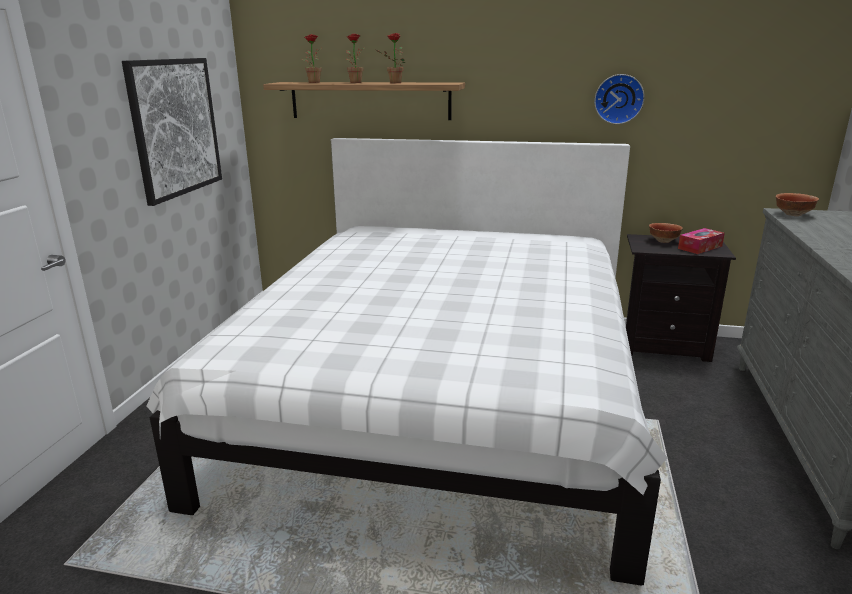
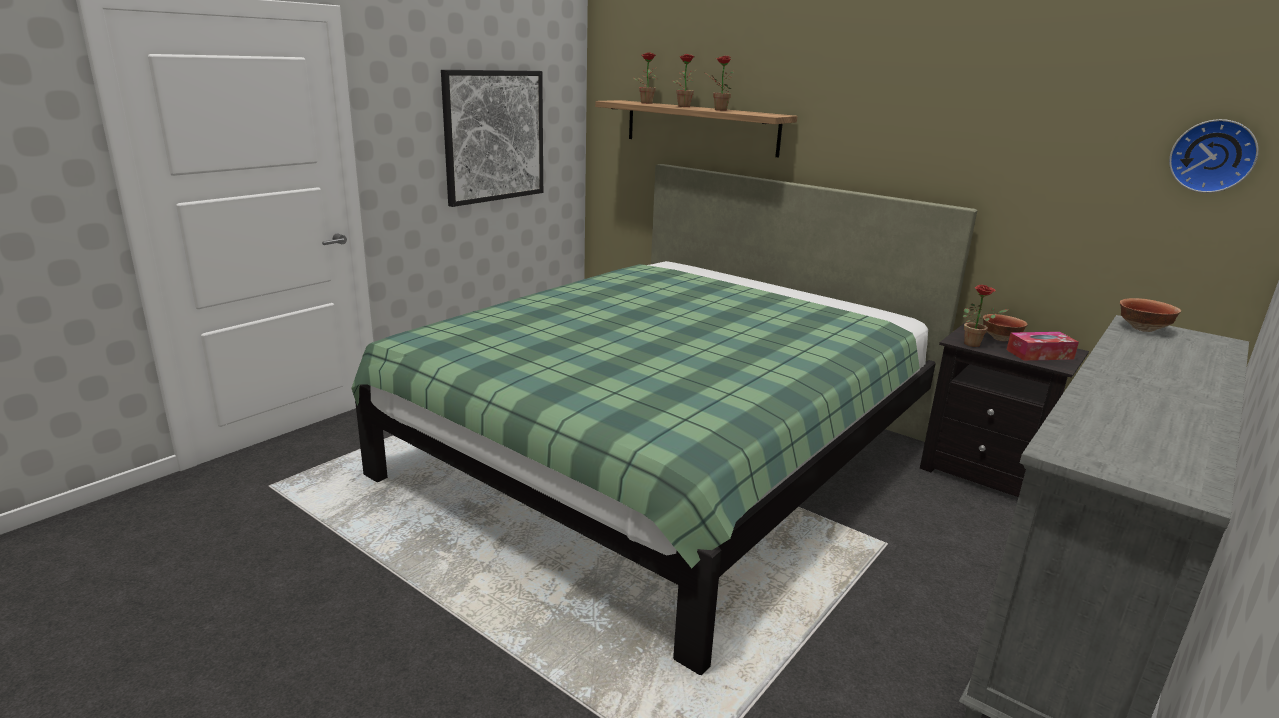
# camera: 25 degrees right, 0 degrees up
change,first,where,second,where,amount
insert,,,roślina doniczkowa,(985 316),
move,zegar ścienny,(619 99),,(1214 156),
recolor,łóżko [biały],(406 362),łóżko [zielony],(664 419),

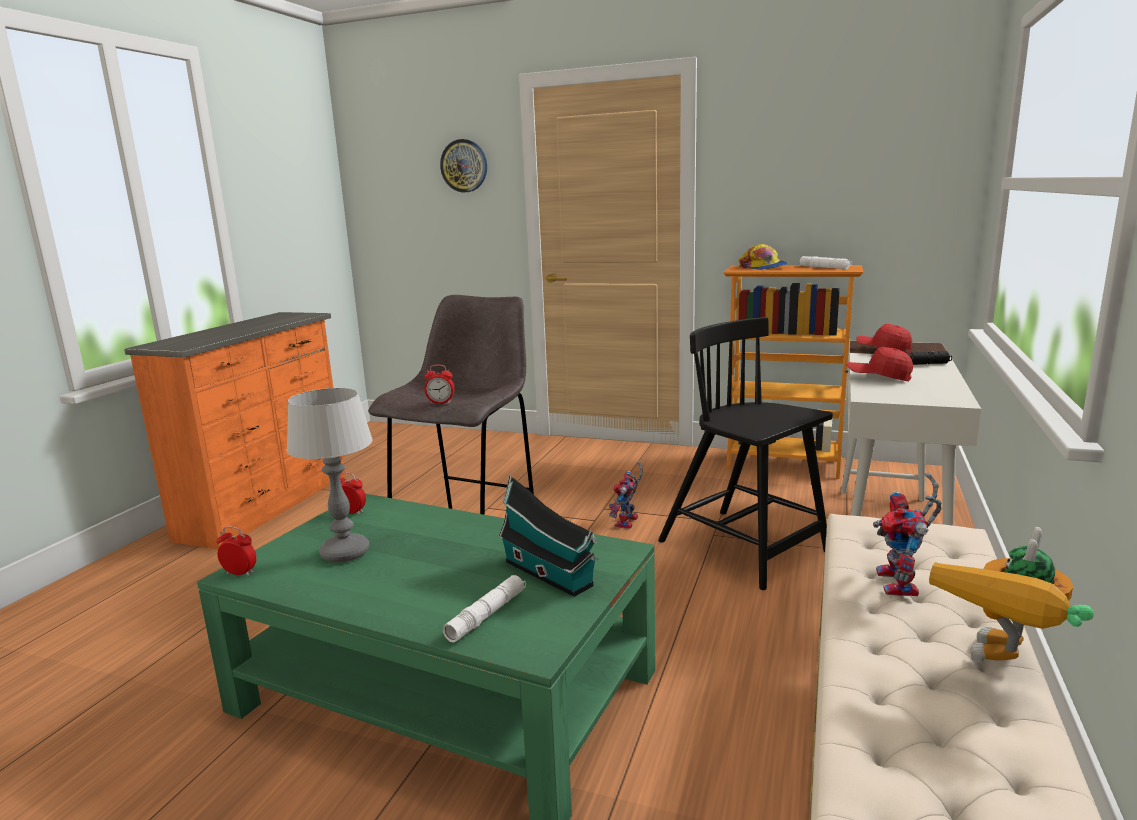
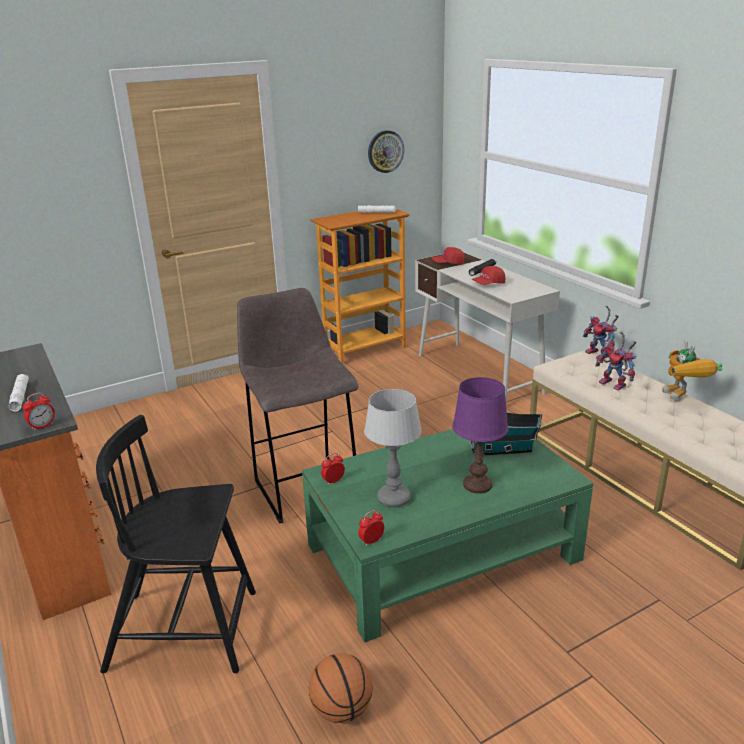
# camera: 50 degrees left, 10 degrees up
change,first,where,second,where,amount
delete,czapka z daszkiem,(763 257),,,
insert,,,piłka do koszykówki,(341 688),
insert,,,lampa stołowa [fioletowy],(480 435),
move,budzik,(439 384),,(39 412),
move,zegar ścienny,(463 165),,(386 151),
move,latarka [biały],(484 609),,(19 393),
move,robot zabawkowy,(626 494),,(601 332),
move,krzesło [czarny],(745 453),,(176 544),

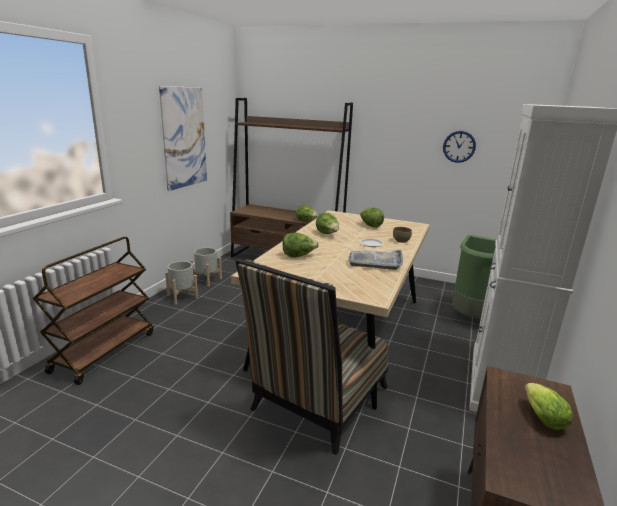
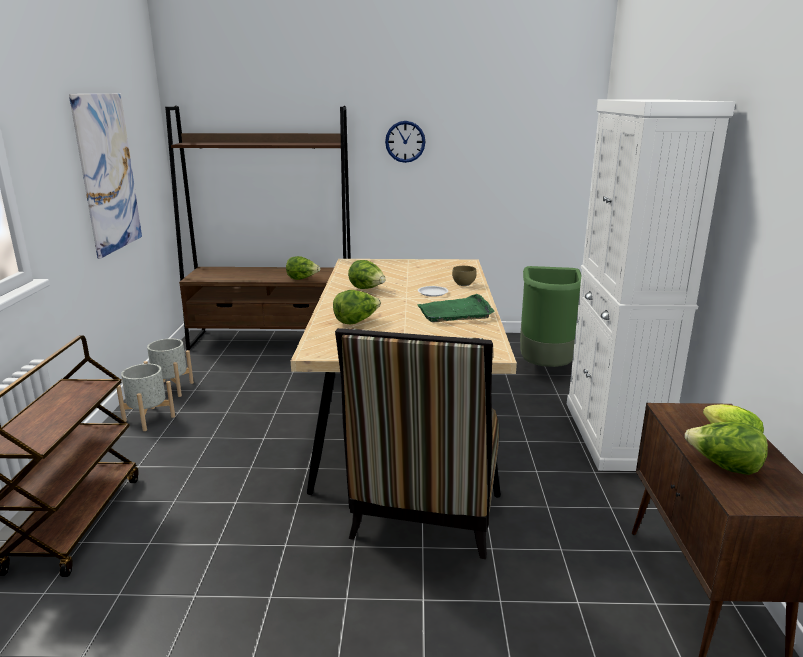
# camera: 20 degrees left, 0 degrees up
change,first,where,second,where,amount
move,sałata,(372 217),,(726 448),
move,zegar ścienny,(459 147),,(405 142),
recolor,taca [szary],(375 260),taca [zielony],(455 308),

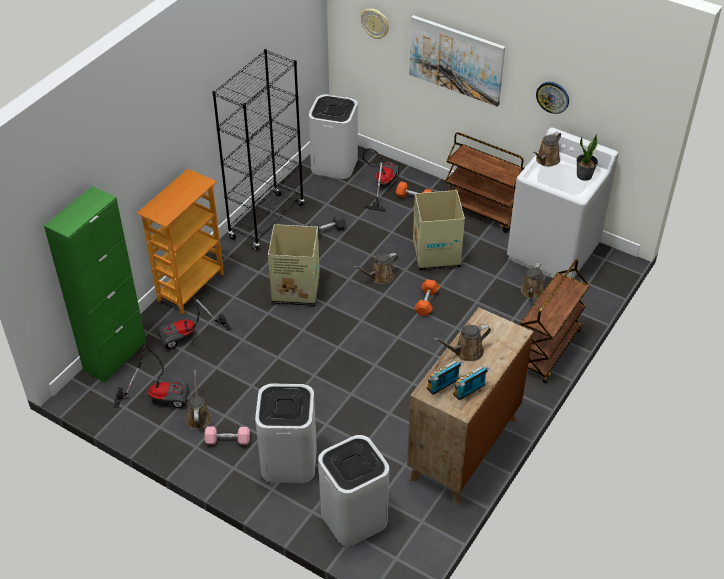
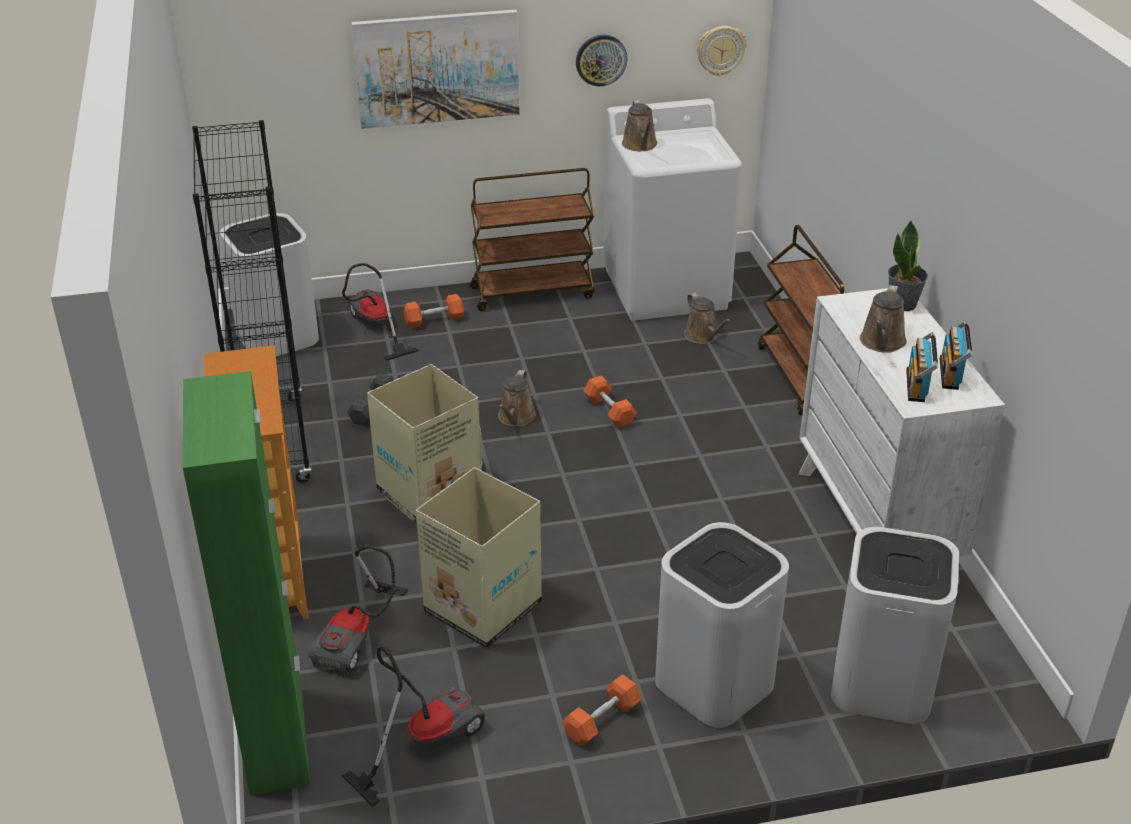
# camera: 45 degrees left, 10 degrees down
change,first,where,second,where,amount
delete,konewka [brązowy],(198 399),,,
move,zegar ścienny,(375 24),,(722 51),
move,karton,(439 230),,(479 558),
move,roślina doniczkowa,(587 157),,(908 266),
recolor,hantel [różowy],(227 436),hantel [pomarańczowy],(602 710),
recolor,komoda [brązowy],(470 407),komoda [biały],(902 436),

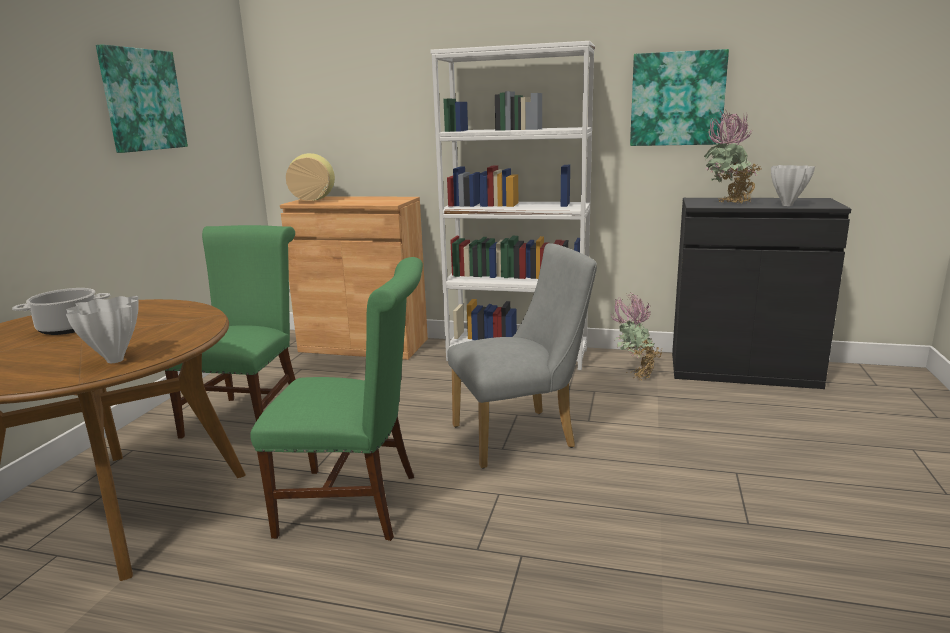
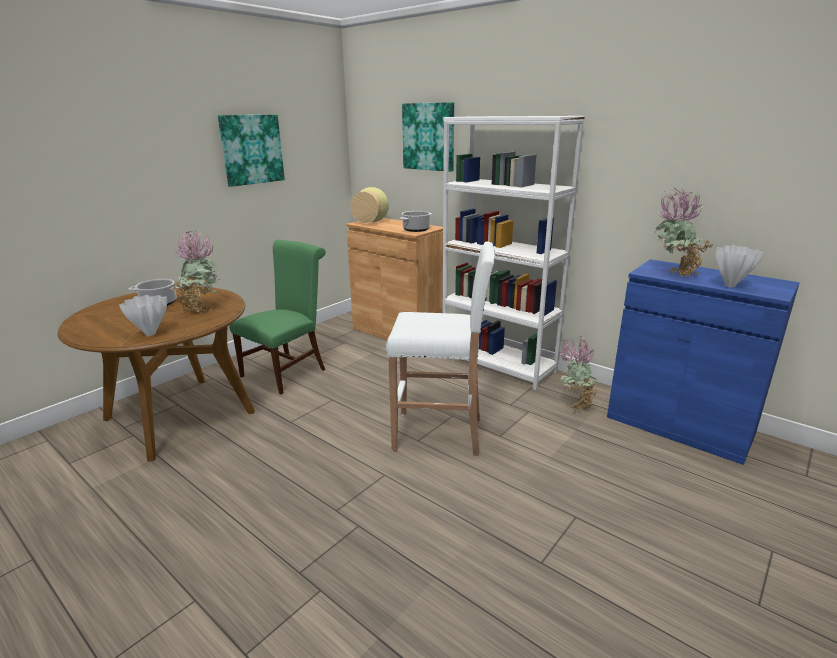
# camera: 25 degrees right, 5 degrees up
change,first,where,second,where,amount
delete,krzesło [zielony],(336 399),,,
insert,,,roślina doniczkowa,(195 272),
insert,,,garnek,(415 221),
move,obraz,(679 97),,(428 137),
replace,krzesło [szary],(522 356),stołek [biały],(440 348),
recolor,szafka [czarny],(761 293),szafka [niebieski],(703 362),

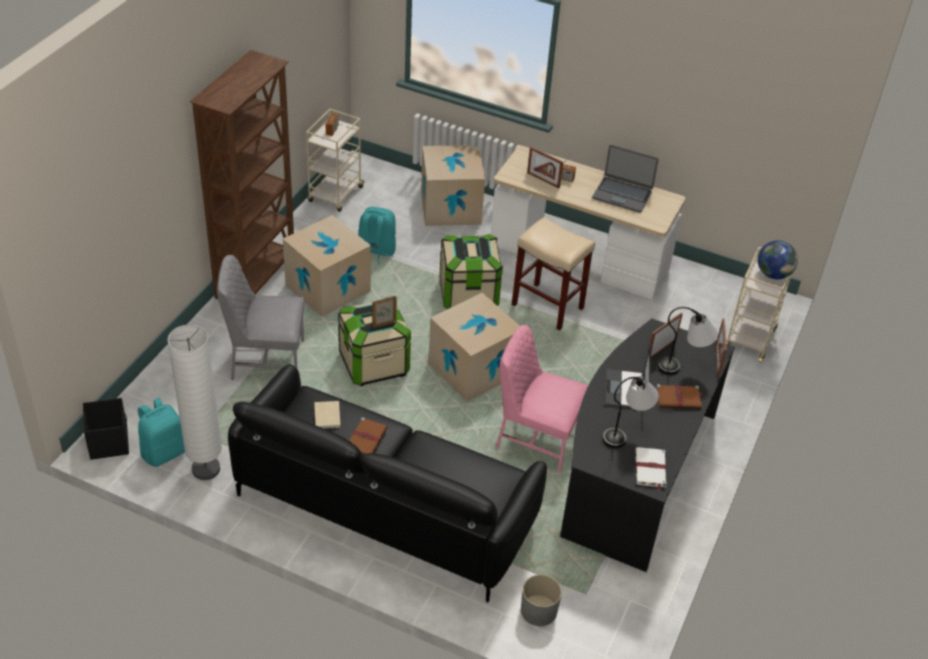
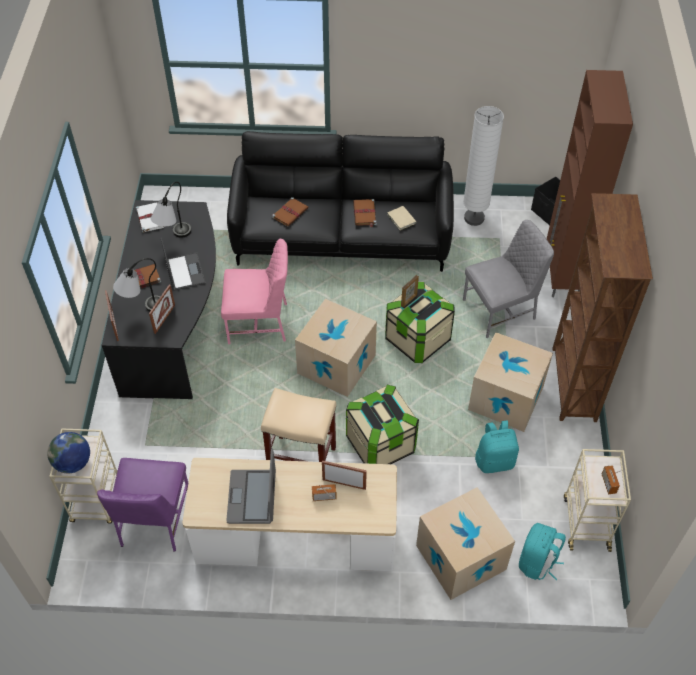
# camera: 160 degrees right, 10 degrees up
change,first,where,second,where,amount
delete,donica [szary],(541 600),,,
insert,,,krzesło [fioletowy],(142 505),
insert,,,książka [brązowy],(290 212),
insert,,,szafka [brązowy],(590 183),
move,plecak [turkusowy],(161 432),,(542 551),
rotate,laptop,(625 179),,(251 486),90 degrees counterclockwise

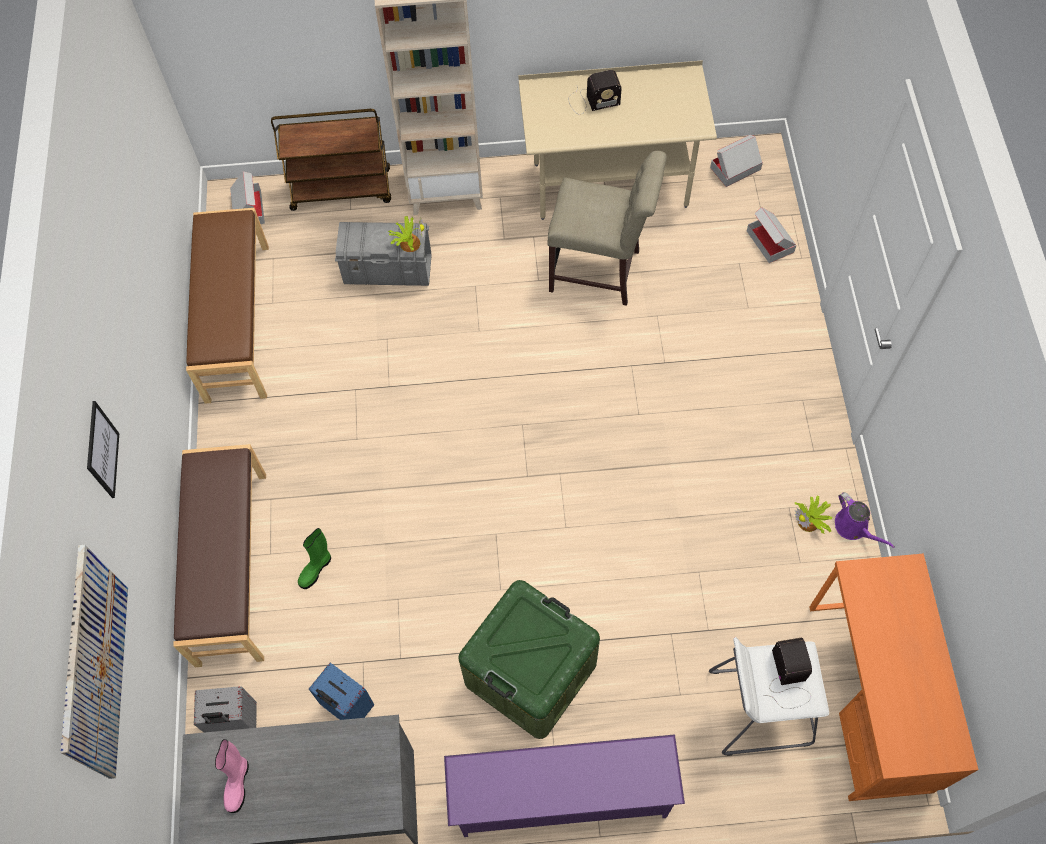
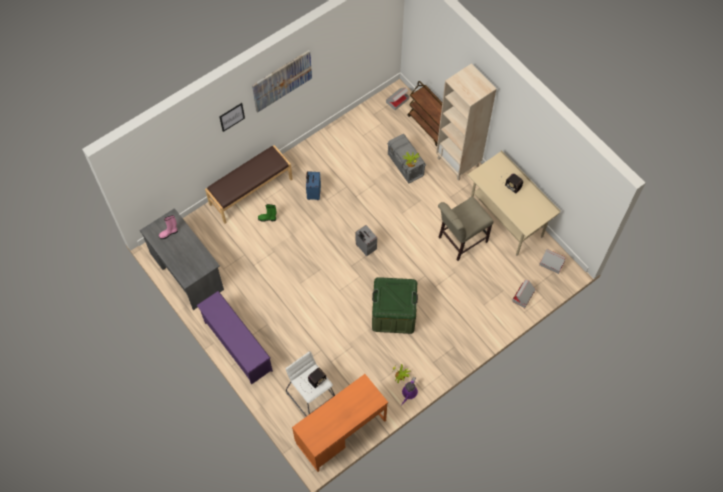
# camera: 55 degrees right, 0 degrees up
change,first,where,second,where,amount
delete,ławka [brązowy],(227 306),,,
move,obraz,(94 662),,(282 81),
move,walizka [szary],(225 709),,(366 240),
move,walizka [niebieski],(341 691),,(313 185),
move,pojemnik do przechowywania [zielony],(529 659),,(395 305),
rotate,krzesło [beżowy],(607 228),,(466 228),75 degrees clockwise

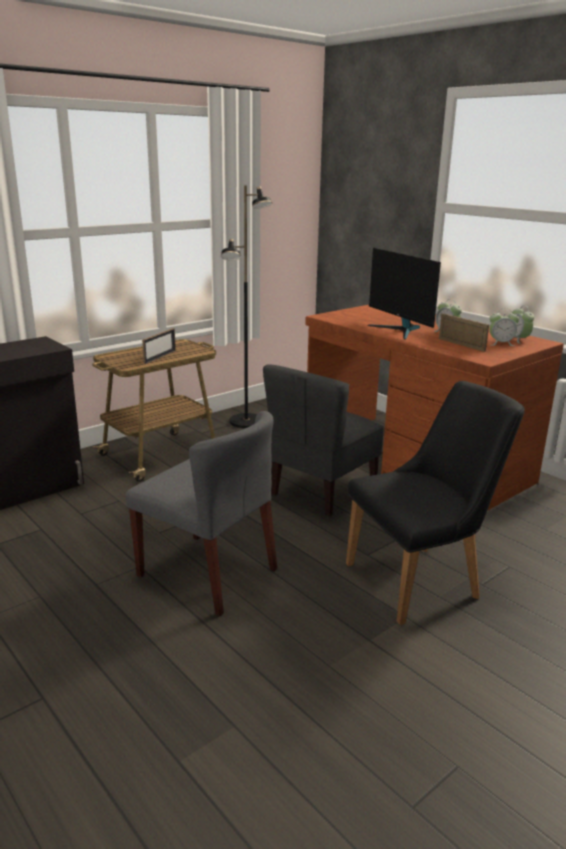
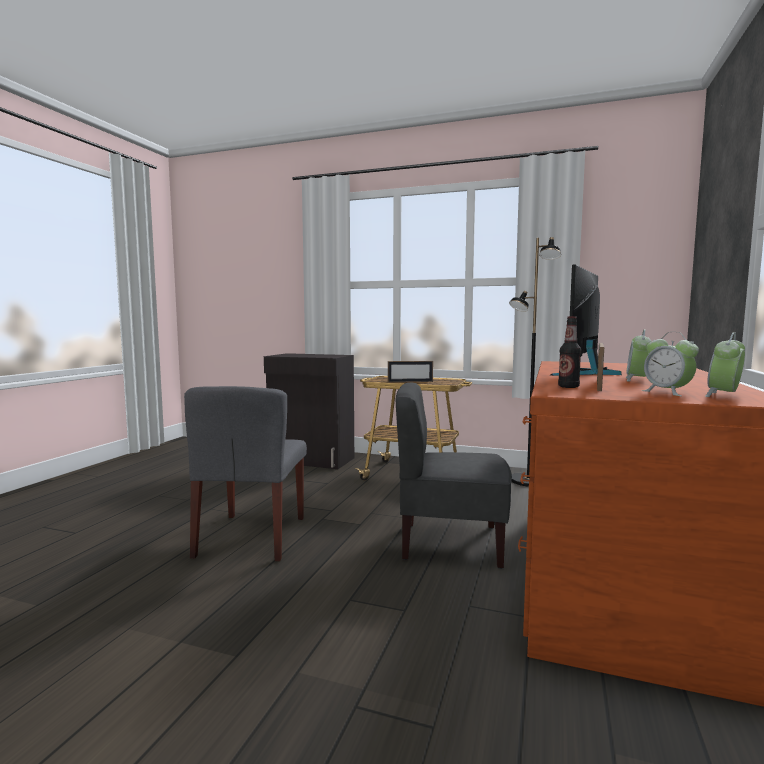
# camera: 60 degrees right, 15 degrees down
change,first,where,second,where,amount
delete,krzesło [czarny],(435 503),,,
insert,,,butelka,(569 352),

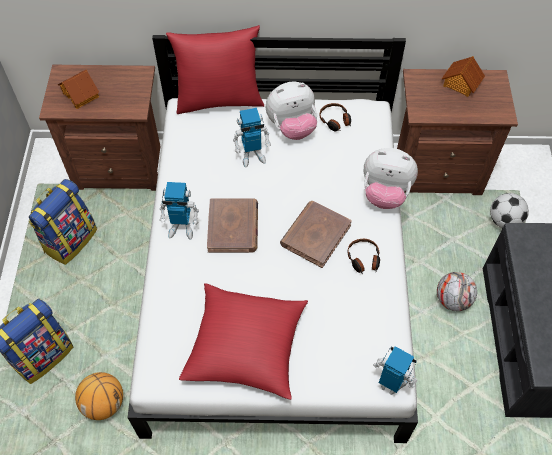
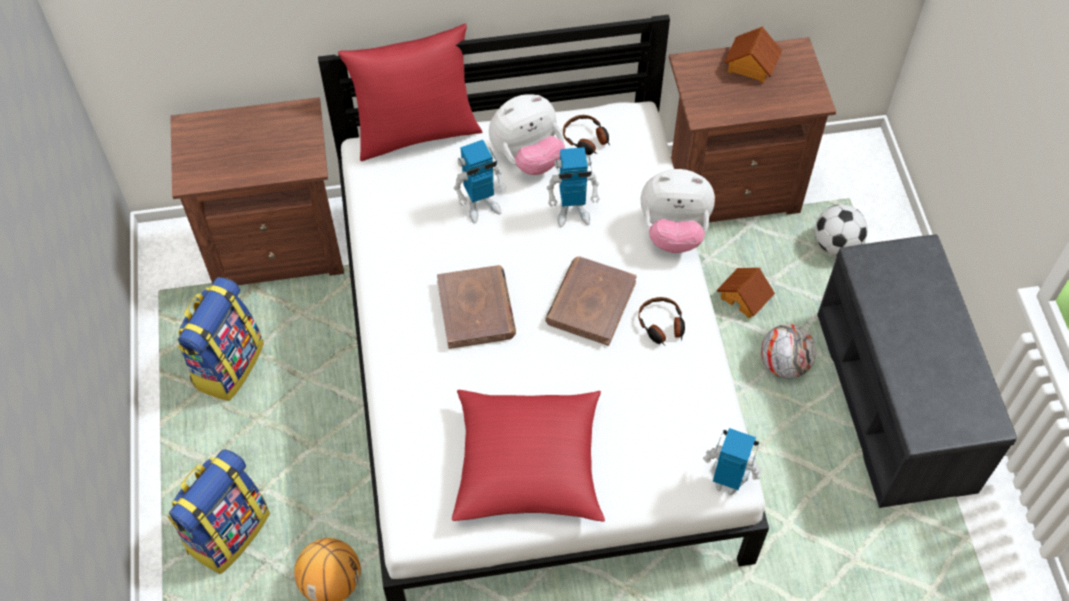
# camera: 10 degrees left, 0 degrees up
change,first,where,second,where,amount
move,domek,(78 89),,(746 292),
move,robot zabawkowy,(179 211),,(573 187),

